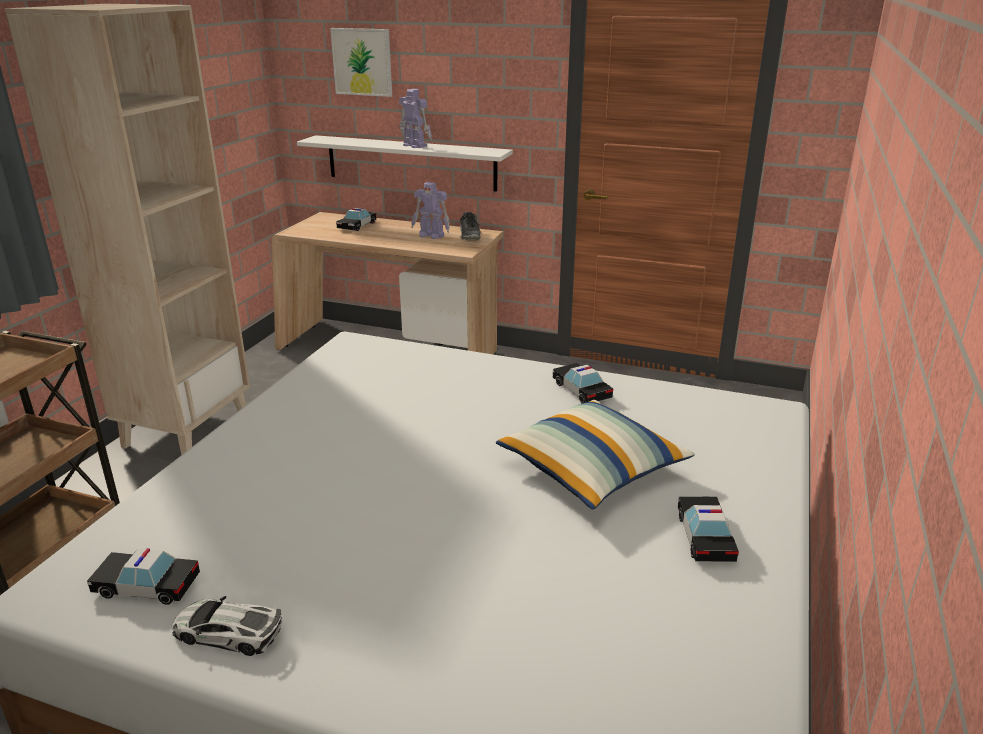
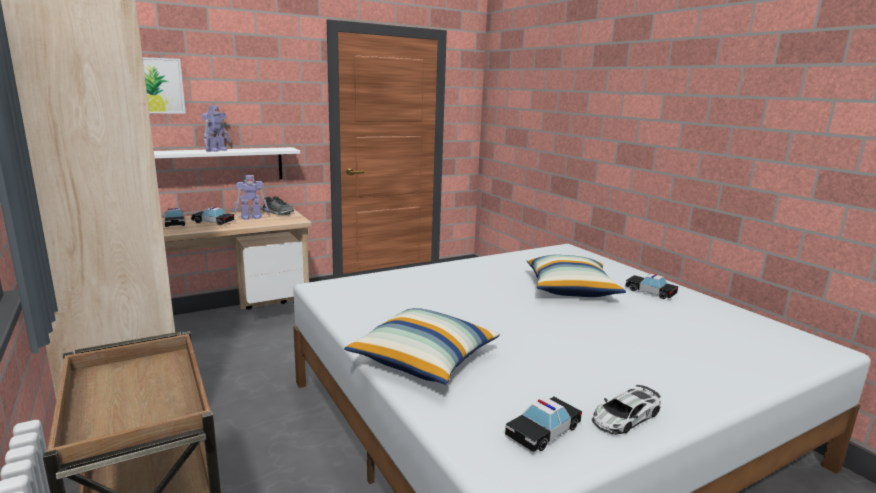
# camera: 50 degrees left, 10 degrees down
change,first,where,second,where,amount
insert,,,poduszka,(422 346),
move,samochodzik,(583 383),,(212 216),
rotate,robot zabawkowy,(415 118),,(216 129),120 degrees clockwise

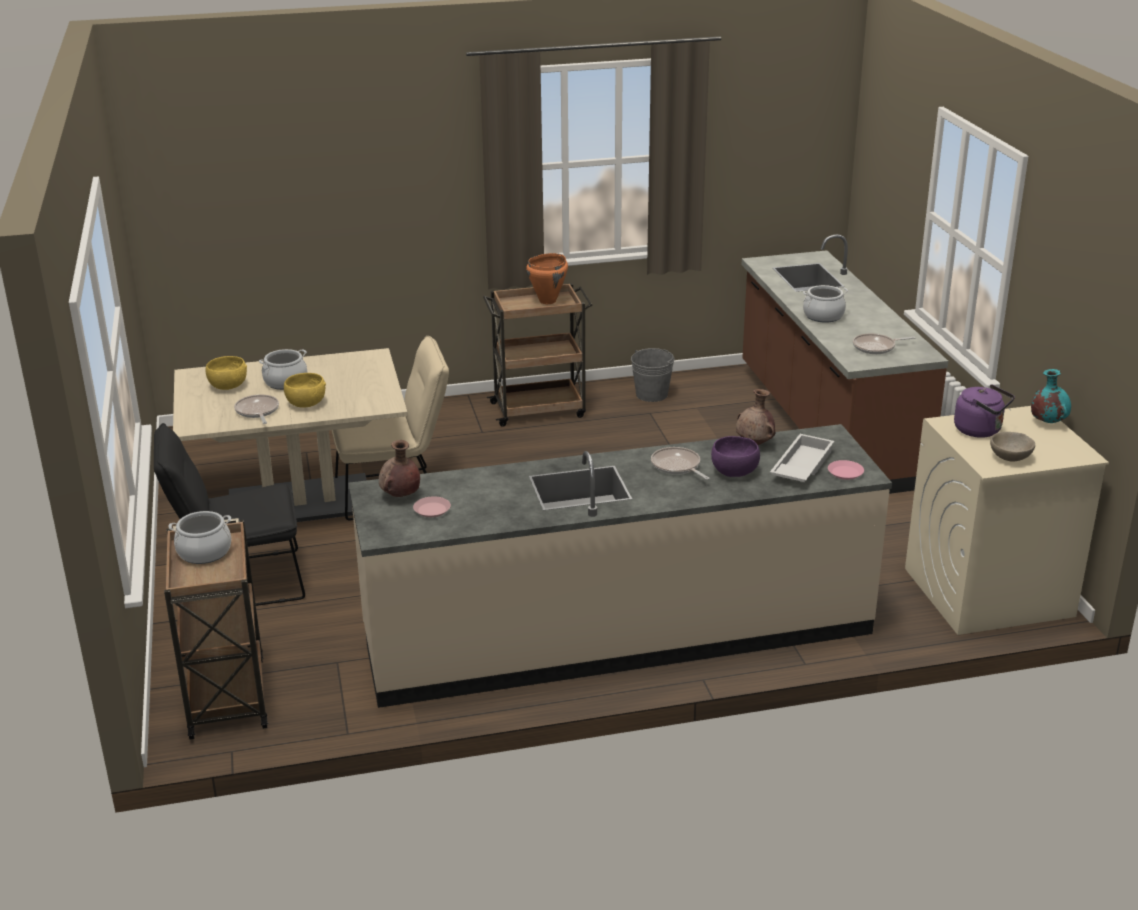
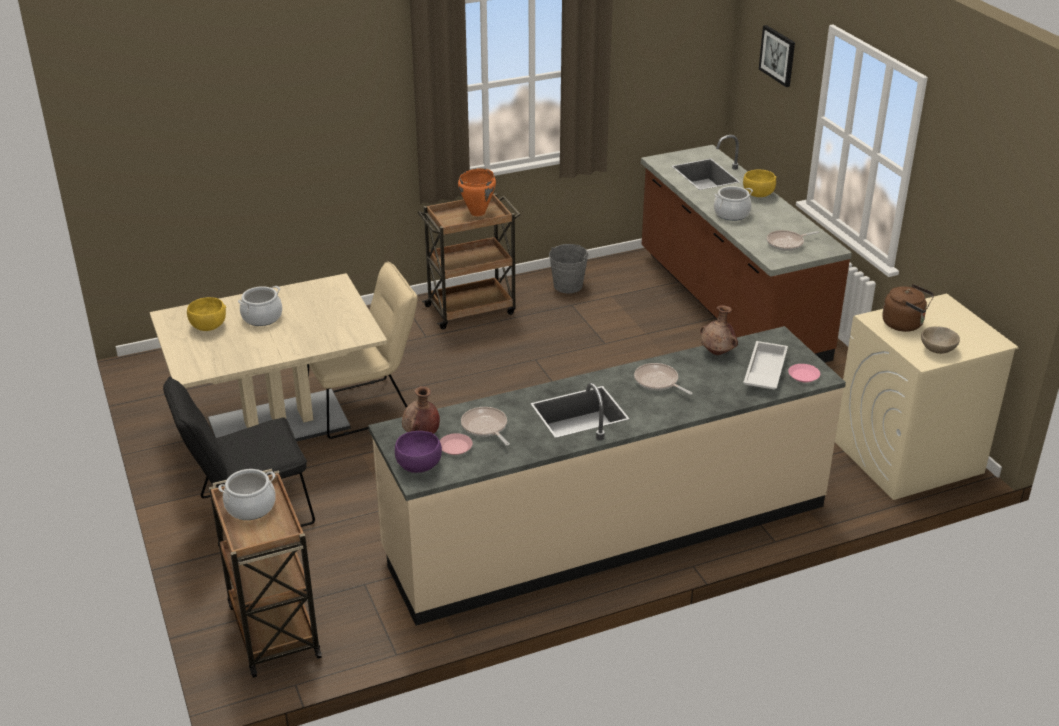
# camera: 10 degrees left, 5 degrees up
change,first,where,second,where,amount
delete,wazon [turkusowy],(1051 396),,,
insert,,,obraz,(777 56),
move,patelnia,(256 409),,(485 426),
move,miska [żółty],(305 390),,(759 183),
move,miska [fioletowy],(735 456),,(418 452),
recolor,czajnik [fioletowy],(984 411),czajnik [brązowy],(908 308),

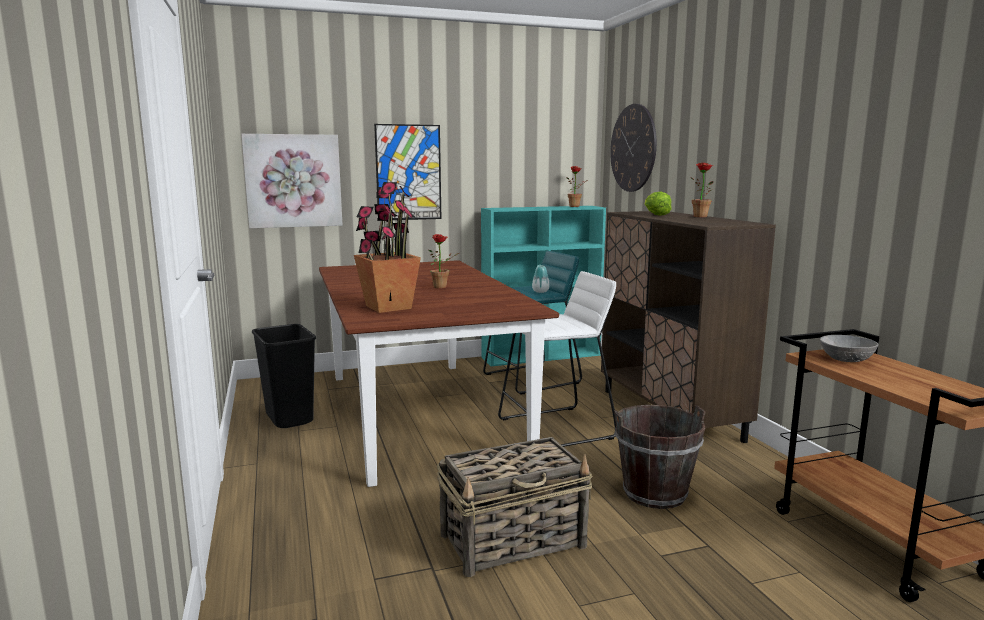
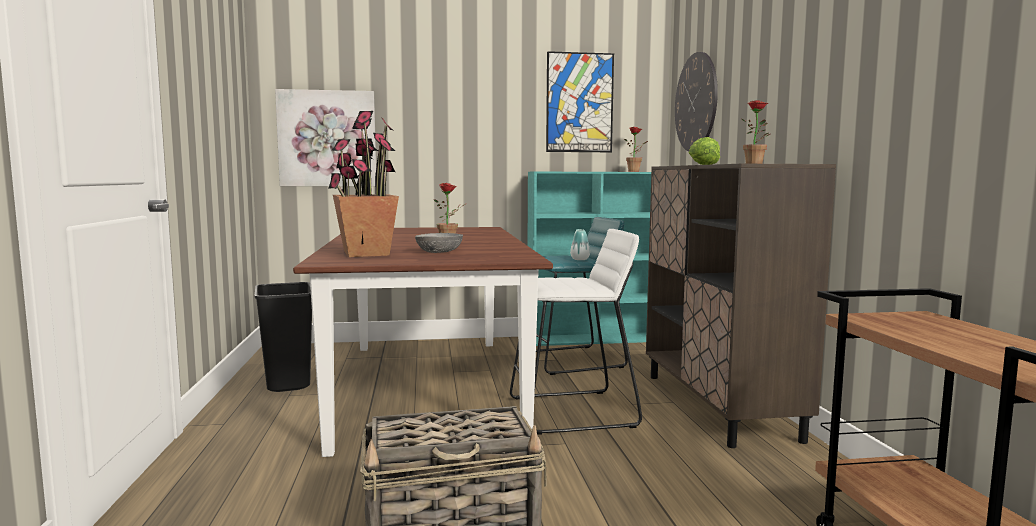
# camera: 10 degrees right, 5 degrees down
change,first,where,second,where,amount
delete,wiadro [brązowy],(660 457),,,
move,obraz,(407 172),,(580 101),
move,miska [szary],(849 348),,(439 243),

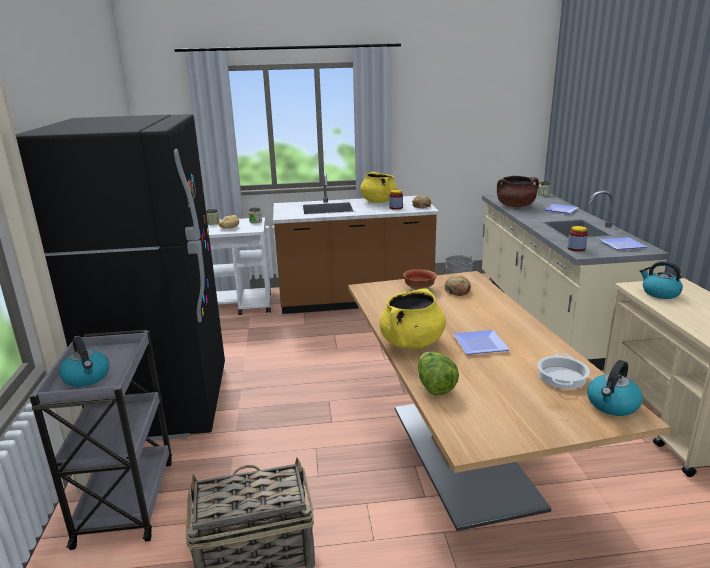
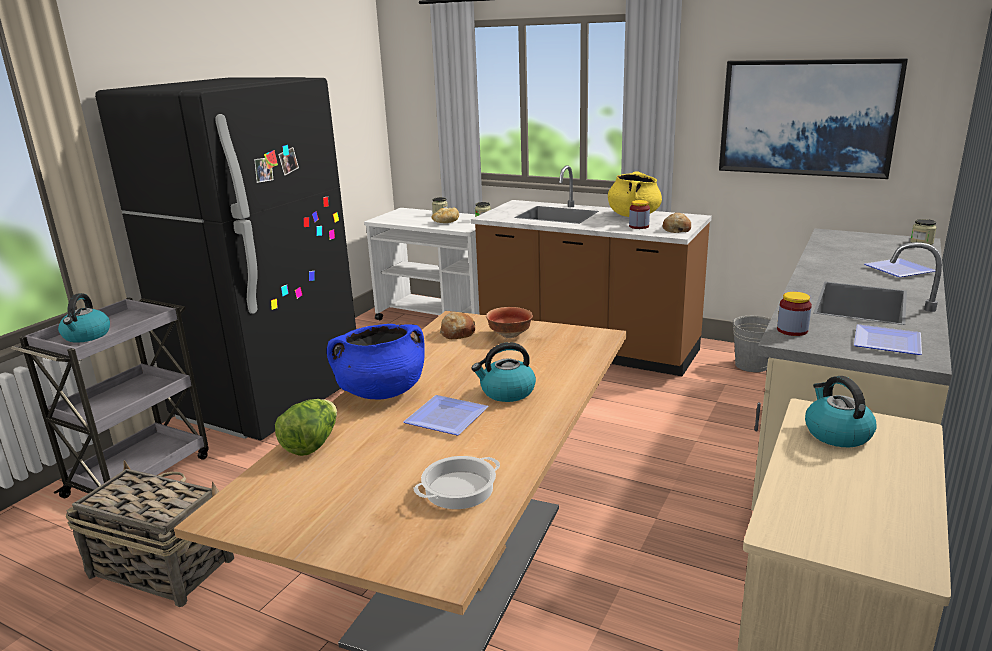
# camera: 35 degrees right, 0 degrees up
change,first,where,second,where,amount
delete,garnek [brązowy],(518 191),,,
insert,,,obraz,(813 118),
move,chleb,(458 286),,(458 325),
move,czajnik,(615 388),,(504 372),
recolor,garnek [żółty],(412 318),garnek [niebieski],(375 362),

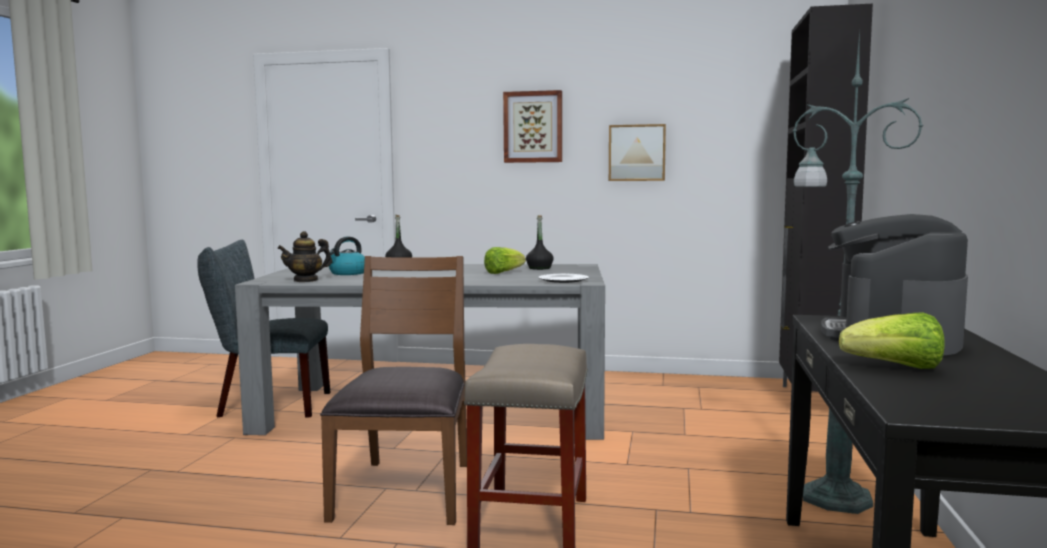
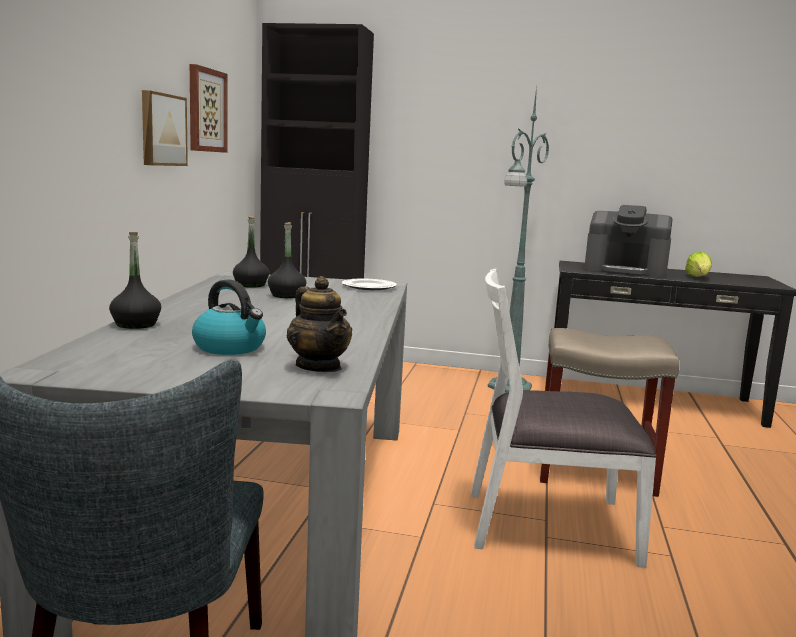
# camera: 90 degrees left, 5 degrees up
change,first,where,second,where,amount
move,obraz,(532 126),,(208 108),
replace,sałata,(505 260),butelka [czarny],(287 260),
recolor,krzesło [brązowy],(393 390),krzesło [biały],(564 418),

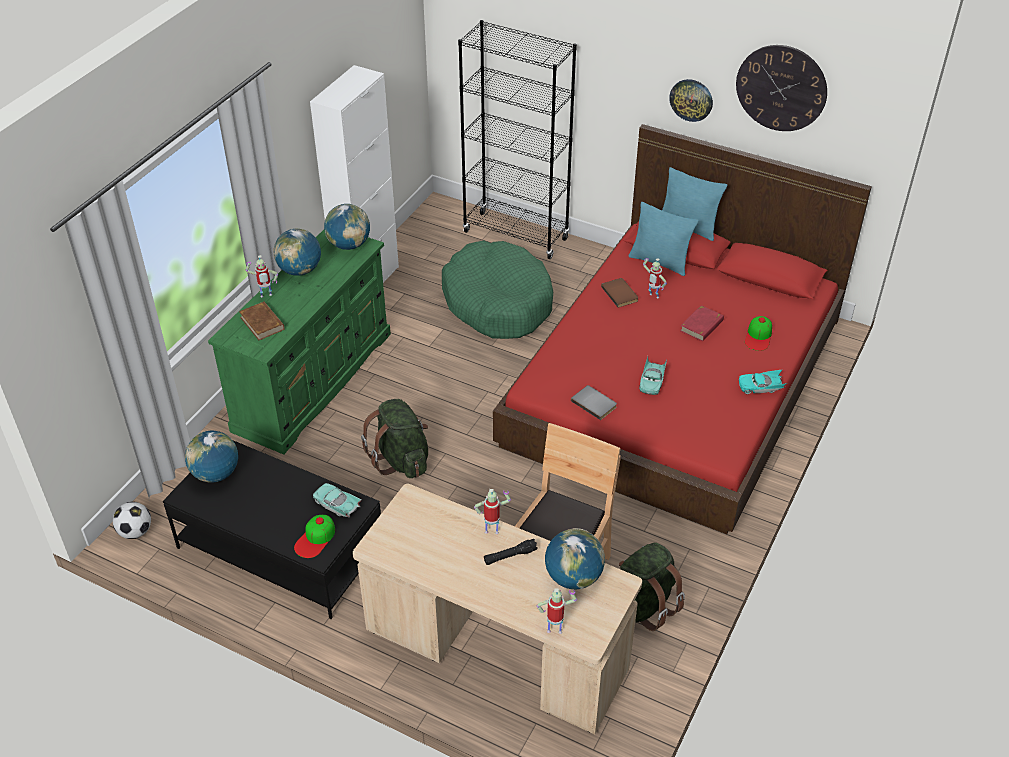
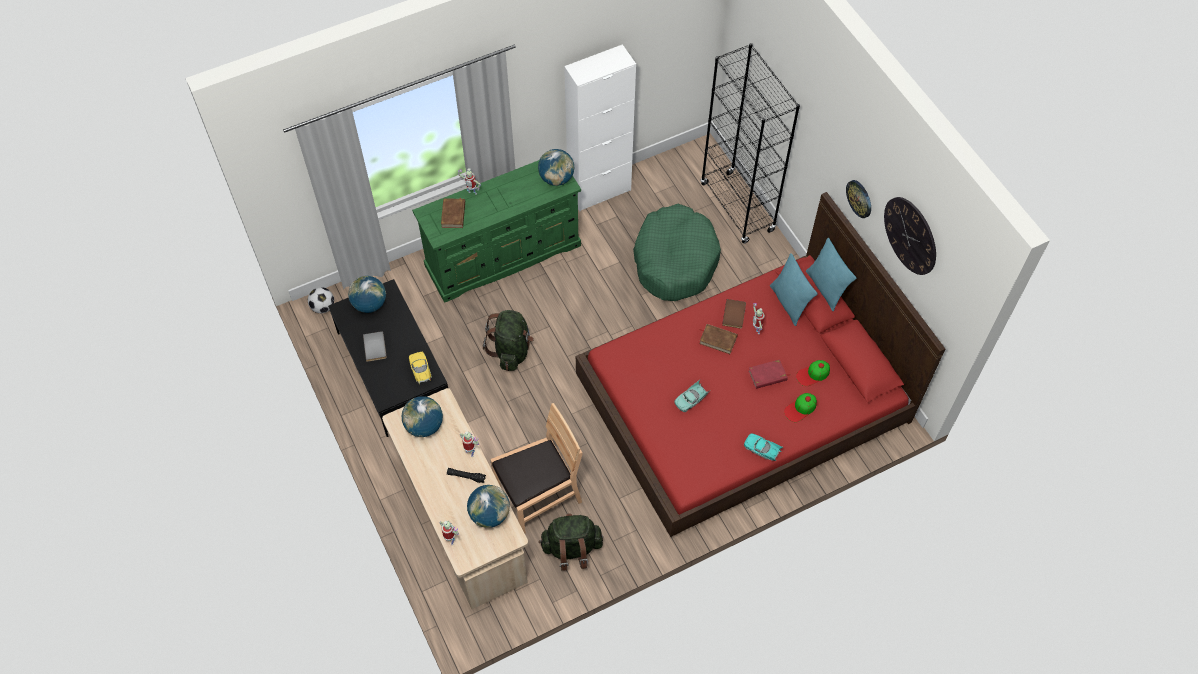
# camera: 35 degrees right, 15 degrees up
change,first,where,second,where,amount
insert,,,książka [brązowy],(718 339),
move,globus,(297 252),,(422 416),
move,czapka z daszkiem,(314 536),,(813 373),
move,książka [szary],(594 402),,(375 346),
recolor,samochodzik [turkusowy],(337 500),samochodzik [żółty],(420 368),

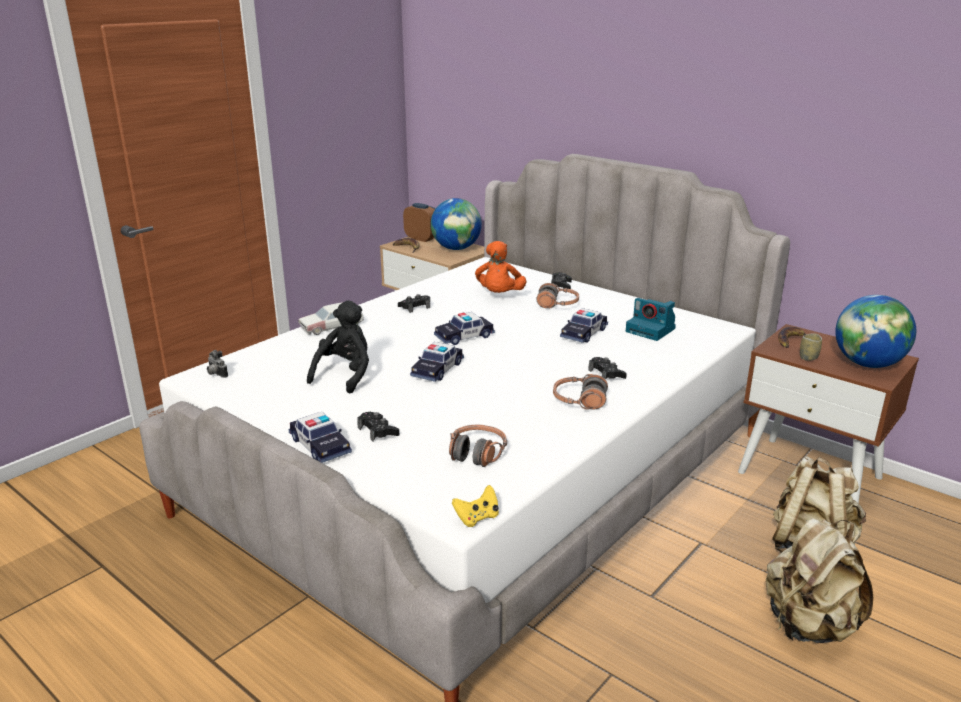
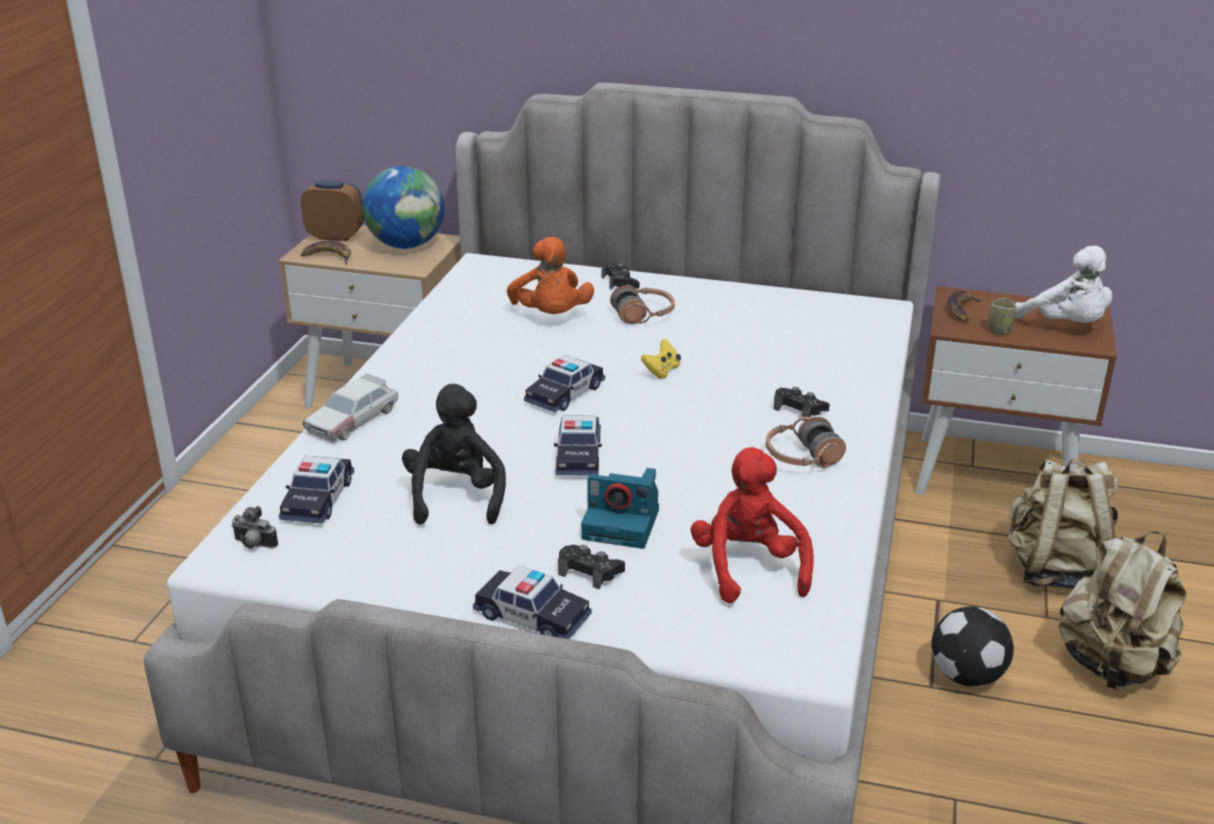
# camera: 25 degrees left, 5 degrees up
change,first,where,second,where,amount
delete,pad do gier [czarny],(414 303),,,
insert,,,piłka futbolowa,(972 647),
move,pad do gier [żółty],(475 506),,(661 359),
move,samochodzik,(584 325),,(316 490),
move,aparat fotograficzny,(651 319),,(620 508),
replace,słuchawki,(478 446),pluszak [czerwony],(752 525),
replace,globus,(875 331),pluszak [biały],(1064 284),

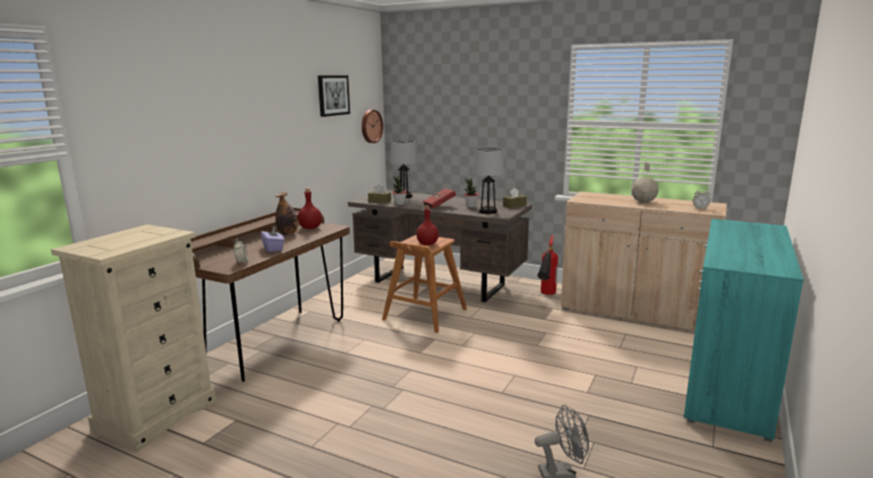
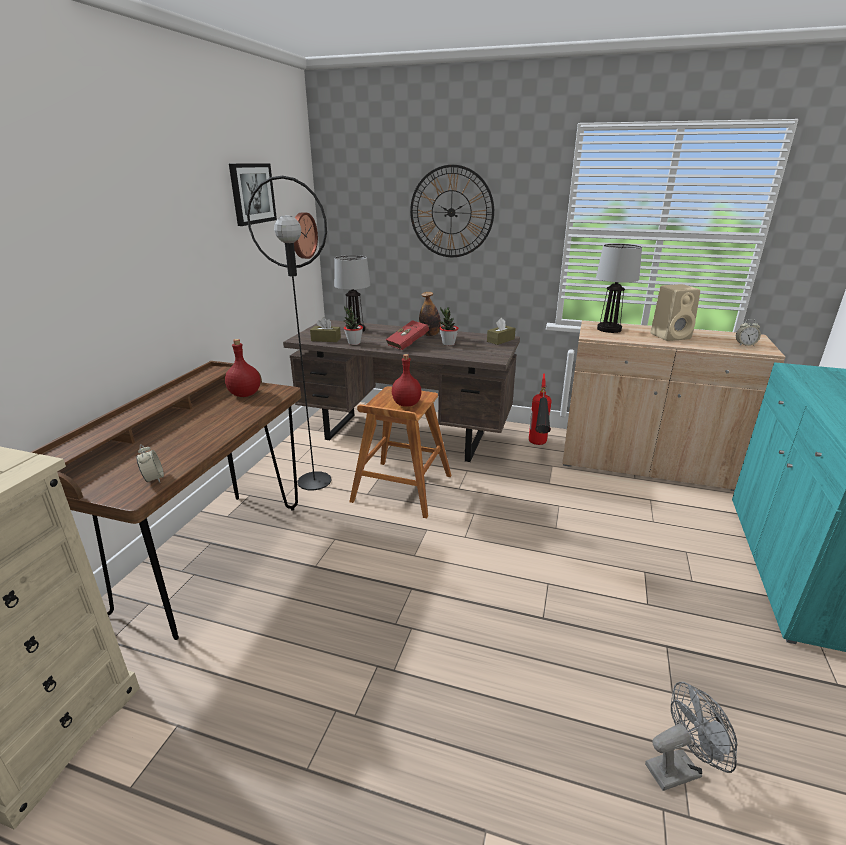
# camera: 10 degrees left, 10 degrees up
change,first,where,second,where,amount
delete,pudełko chusteczek [fioletowy],(273 239),,,
insert,,,lampa stojąca [czarny],(289 333),
insert,,,zegar ścienny,(452 211),
move,butelka,(286 213),,(430 314),
move,lampa stołowa,(488 181),,(619 288),
replace,globus,(645 182),głośnik [beżowy],(675 312),

